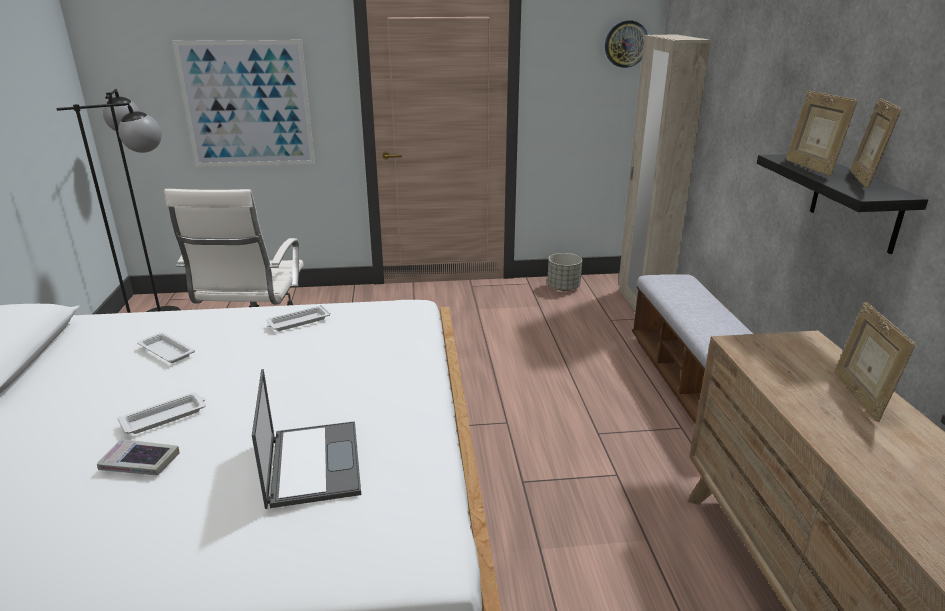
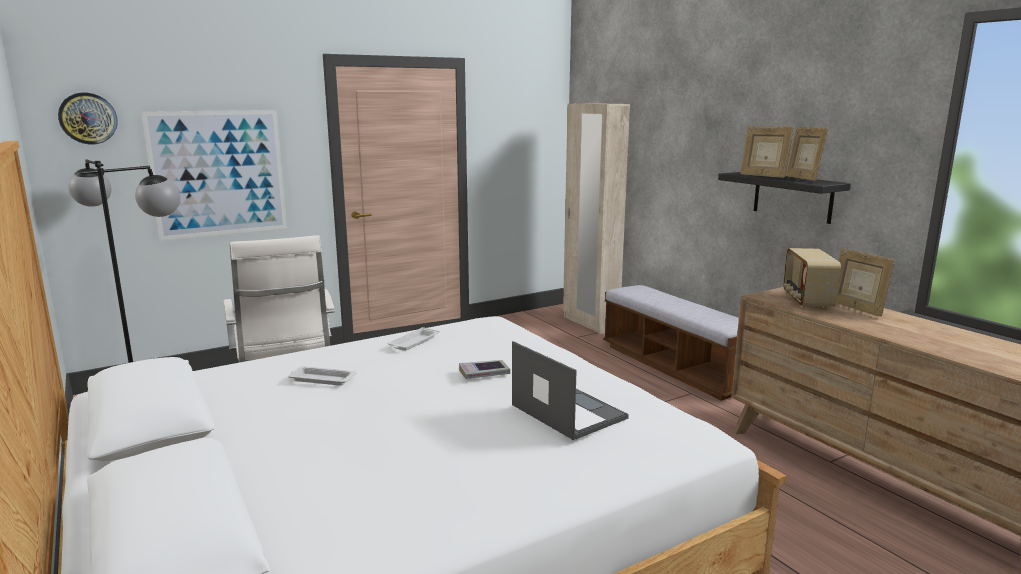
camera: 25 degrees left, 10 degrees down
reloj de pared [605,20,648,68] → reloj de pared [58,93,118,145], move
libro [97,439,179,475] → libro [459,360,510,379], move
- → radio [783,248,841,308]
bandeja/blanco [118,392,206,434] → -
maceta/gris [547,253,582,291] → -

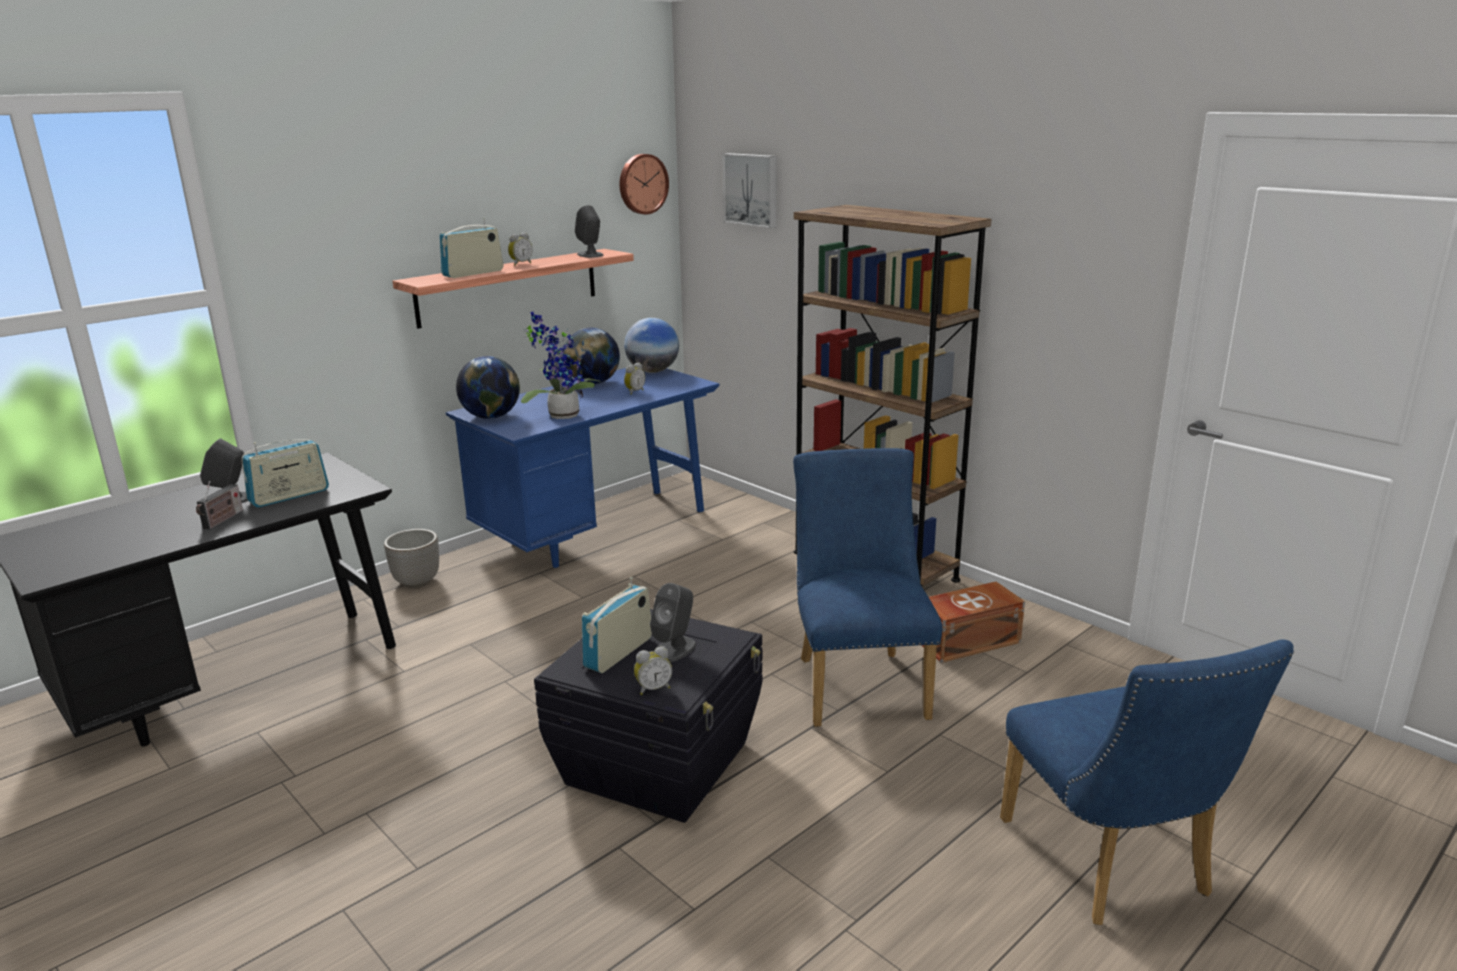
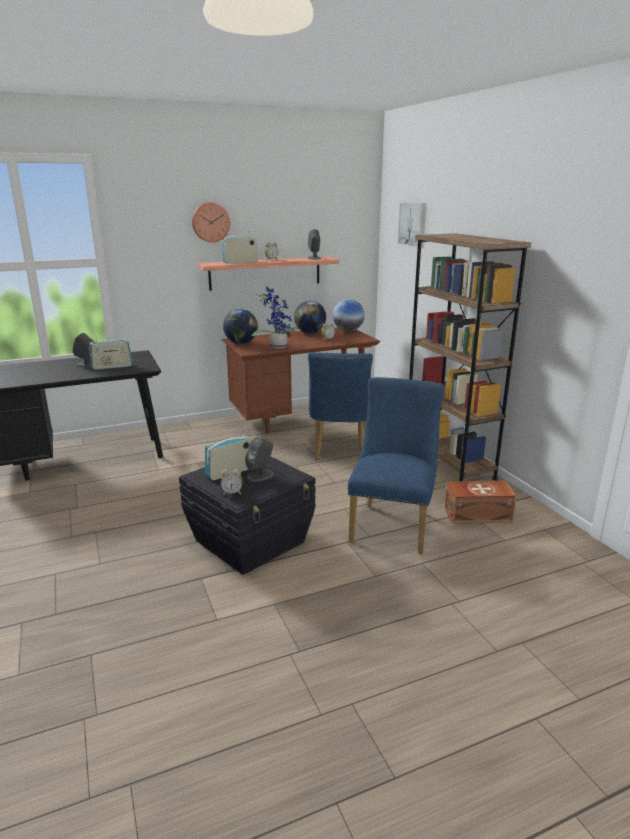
camera: 20 degrees right, 0 degrees up
reloj de pared [620,154,669,214] → reloj de pared [192,203,230,242], move
escritorio/azul [446,368,720,568] → escritorio/marrón [222,327,380,433]
silla/azul [1000,639,1294,925] → silla/azul [308,352,373,459], move
radio [196,481,243,529] → -
maceta [384,529,439,588] → -

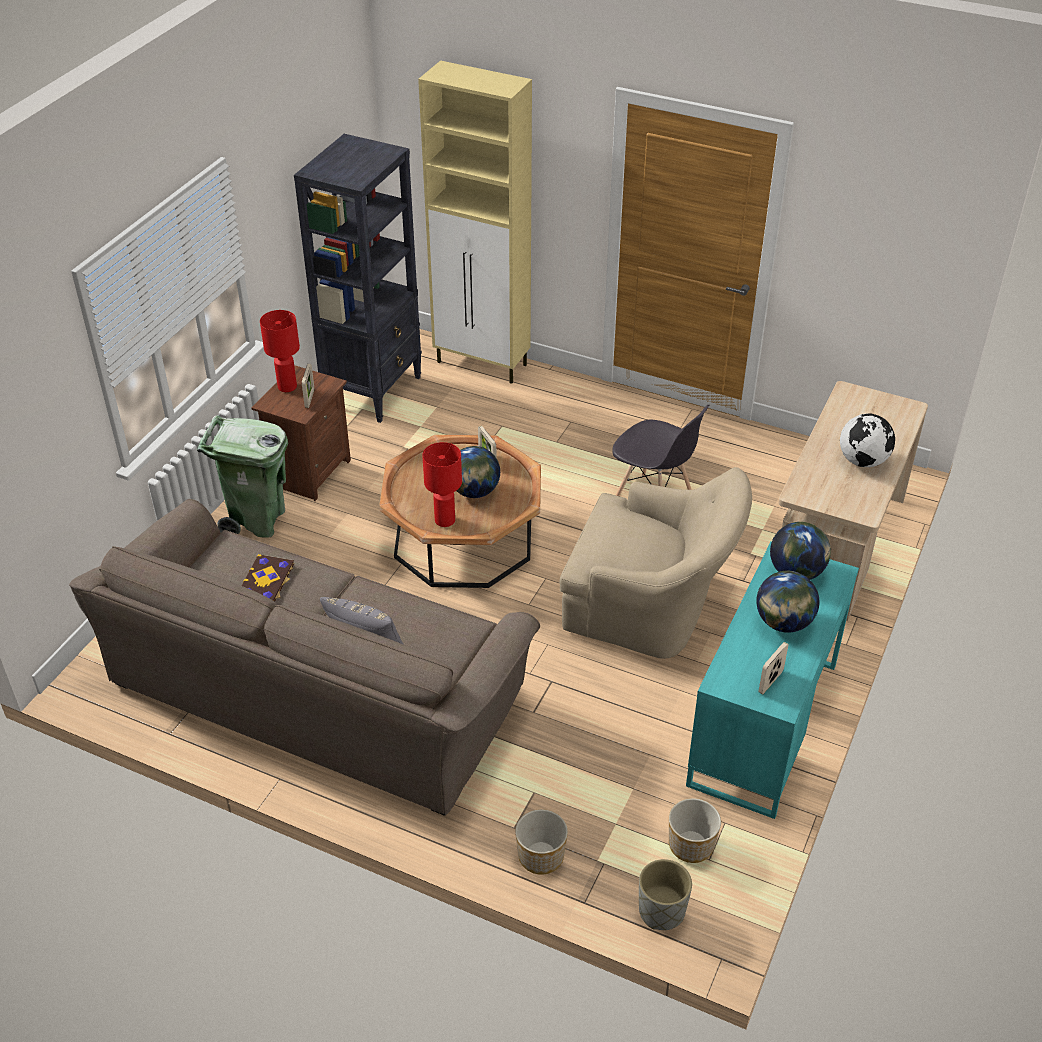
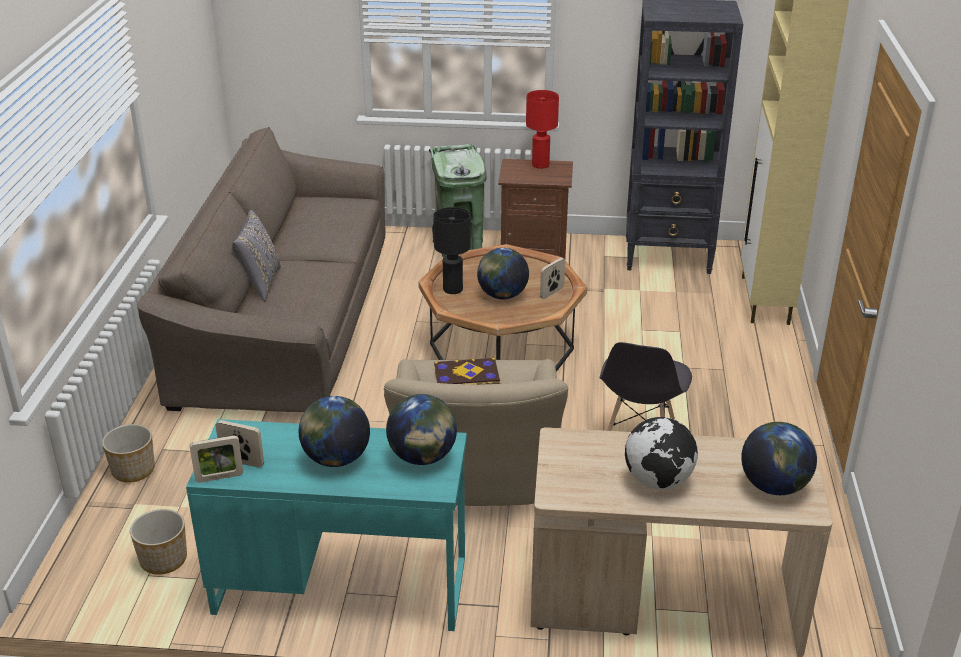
camera: 70 degrees right, 10 degrees down
portarretratos [302,364,314,408] → portarretratos [190,435,243,483], move
lámpara de mesa/rojo [422,442,462,527] → lámpara de mesa/negro [433,207,471,294]
libro [242,554,294,602] → libro [434,358,500,385], move
- → globo terráqueo [741,422,817,495]
maceta/gris [639,859,692,930] → -

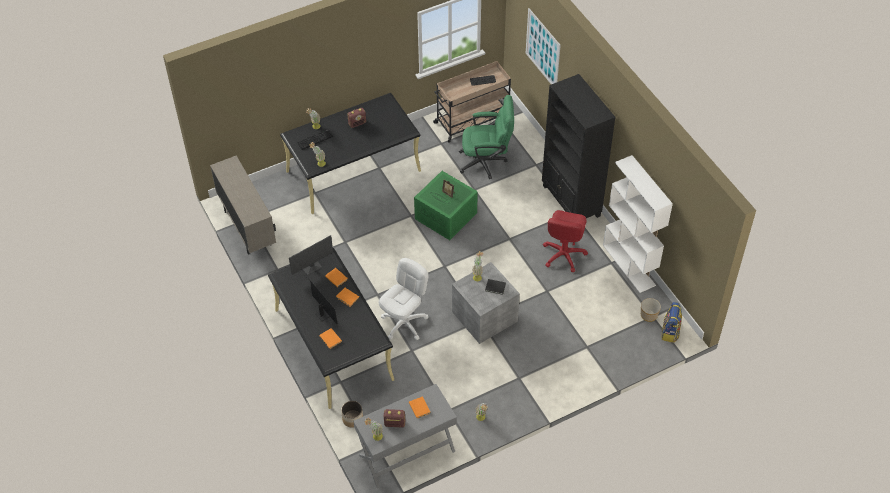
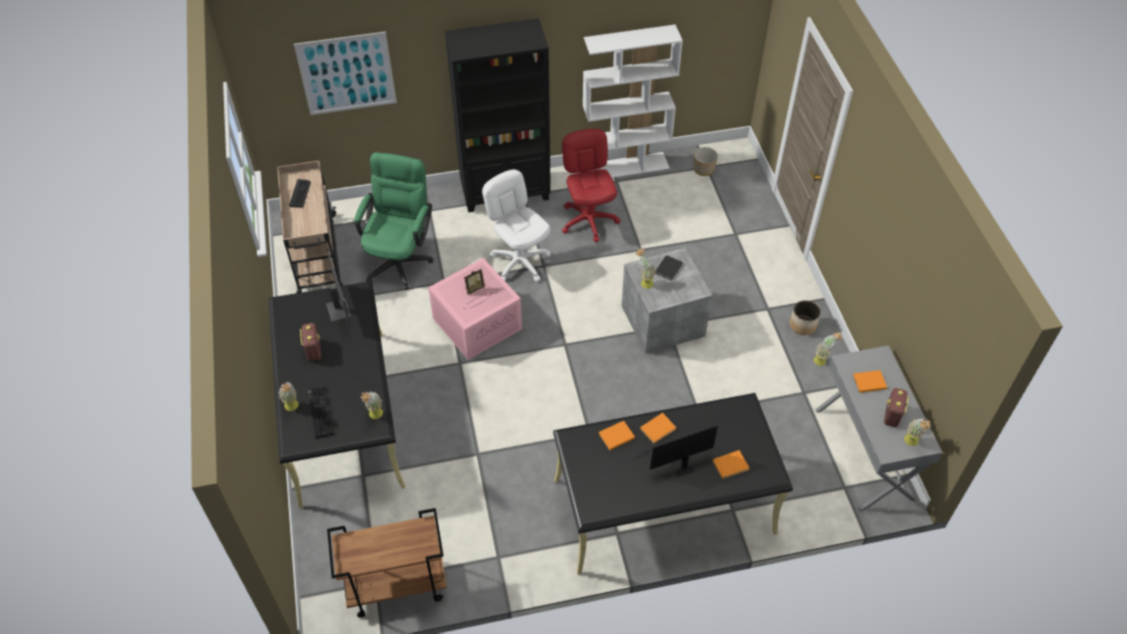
camera: 75 degrees left, 0 degrees up
monitor [289,235,333,275] → monitor [326,249,351,326], move
armario/beis [210,155,276,255] → carrito/marrón [327,508,447,617]
caja de almacenaje/verde [414,171,478,240] → caja de almacenaje/rosa [428,258,522,360]
silla de oficina/blanco [379,258,429,340] → silla de oficina/blanco [482,170,551,282], move
silla de oficina/rojo [543,210,588,272] → silla de oficina/rojo [562,129,620,242], 135 degrees counterclockwise
maceta [341,401,363,428] → maceta [790,300,821,335], move
mochila [662,302,682,342] → -

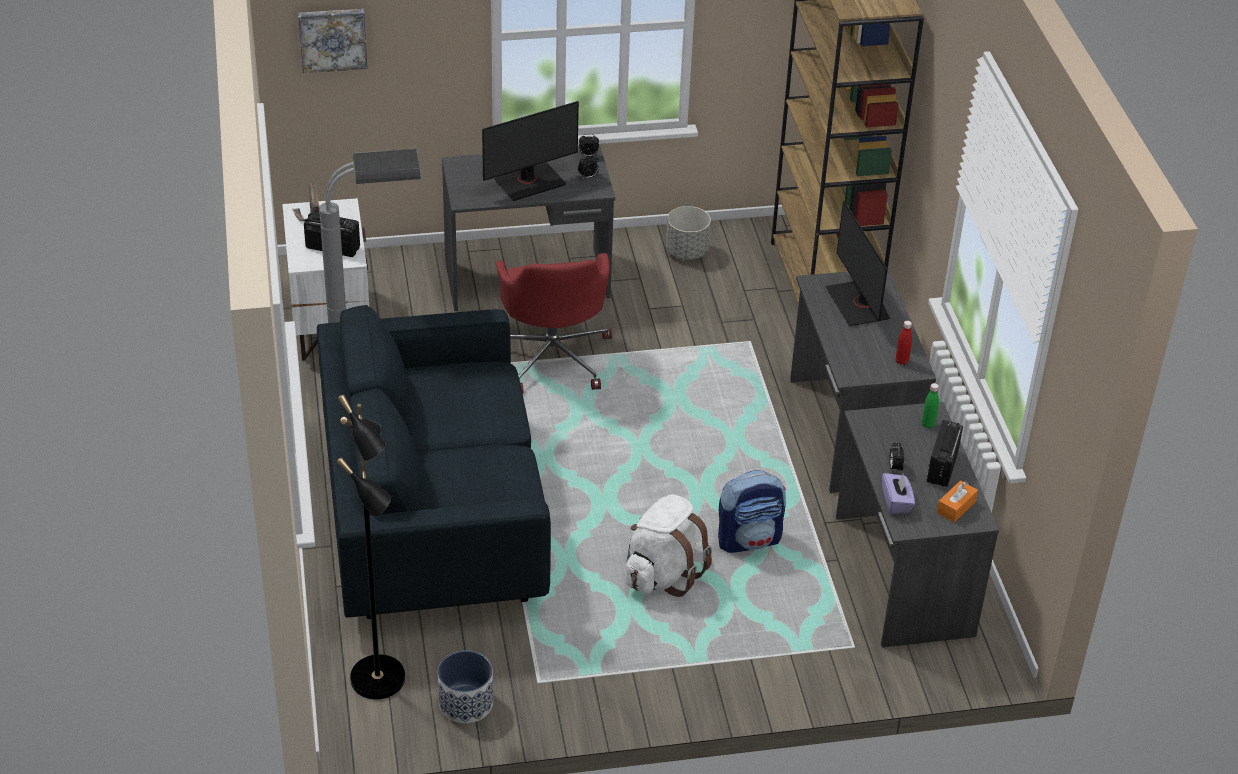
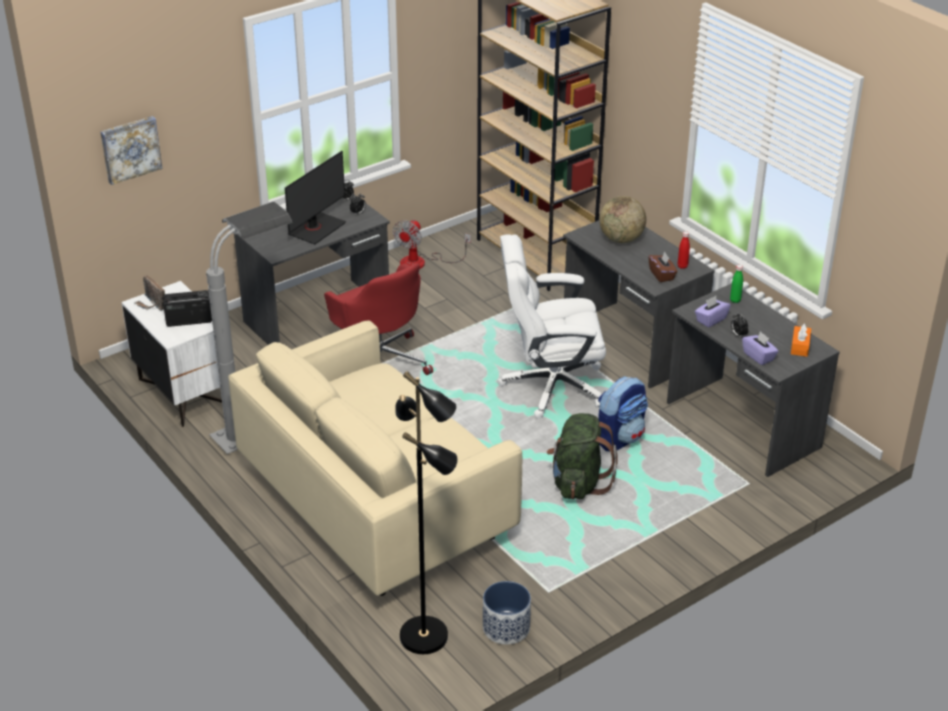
camera: 25 degrees left, 5 degrees down
sofá/azul [317,305,551,619] → sofá/beis [228,320,522,596]
maceta/gris [666,206,711,260] → ventilador [393,219,471,269]
- → silla de oficina/blanco [498,234,606,419]
mochila/blanco [625,494,712,597] → mochila/verde [547,413,618,499]
monitor [825,201,890,326] → globo terráqueo [599,196,646,243]
- → caja de pañuelos/marrón [648,252,677,282]
- → caja de pañuelos/morado [695,296,730,327]
radio [927,420,963,487] → -

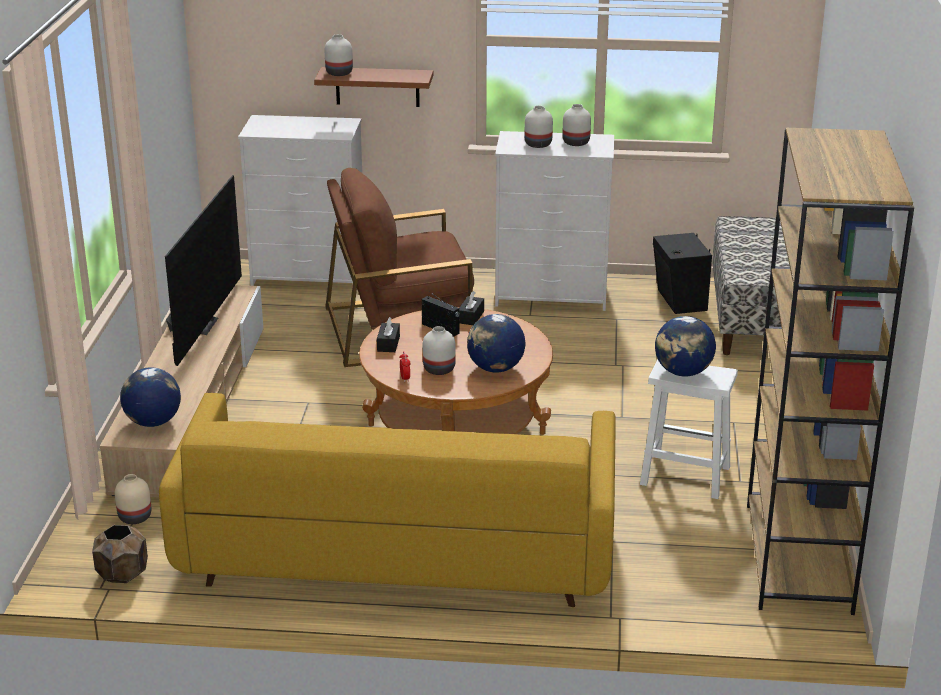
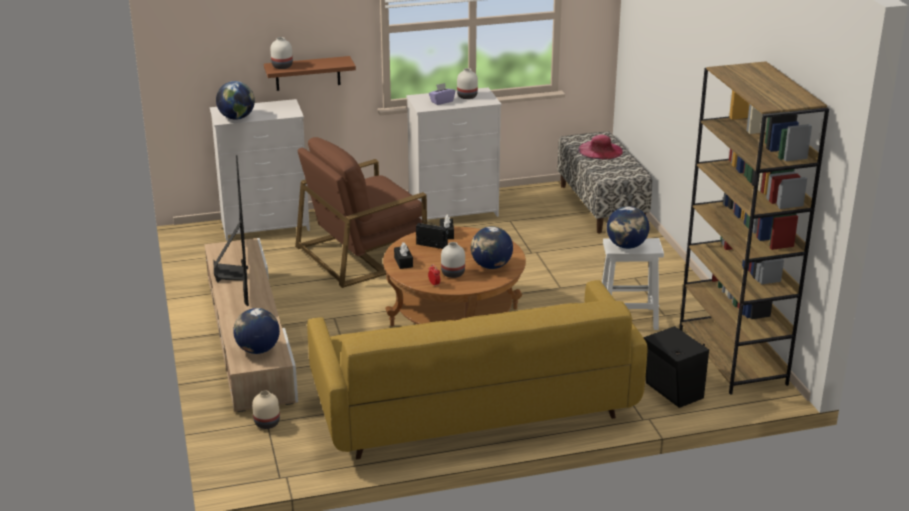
camera: 20 degrees left, 0 degrees up
- → globo terráqueo [216,81,255,120]
florero/blanco [525,106,553,148] → caja de pañuelos/morado [429,83,455,105]
- → sombrero/rosa [578,135,623,160]
altavoz/negro [653,233,712,314] → altavoz/negro [644,326,709,408], move
maceta/marrón [92,525,148,583] → -

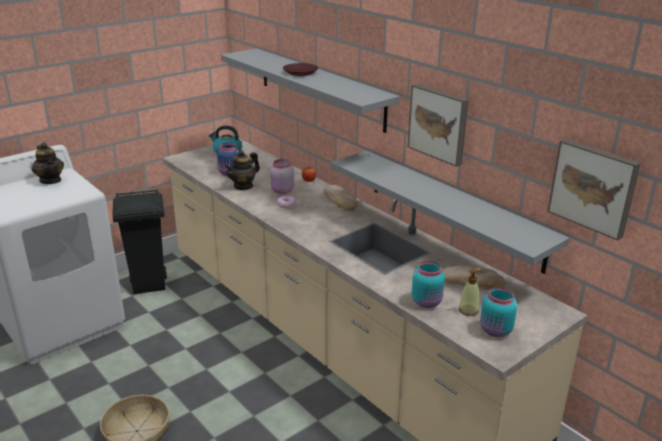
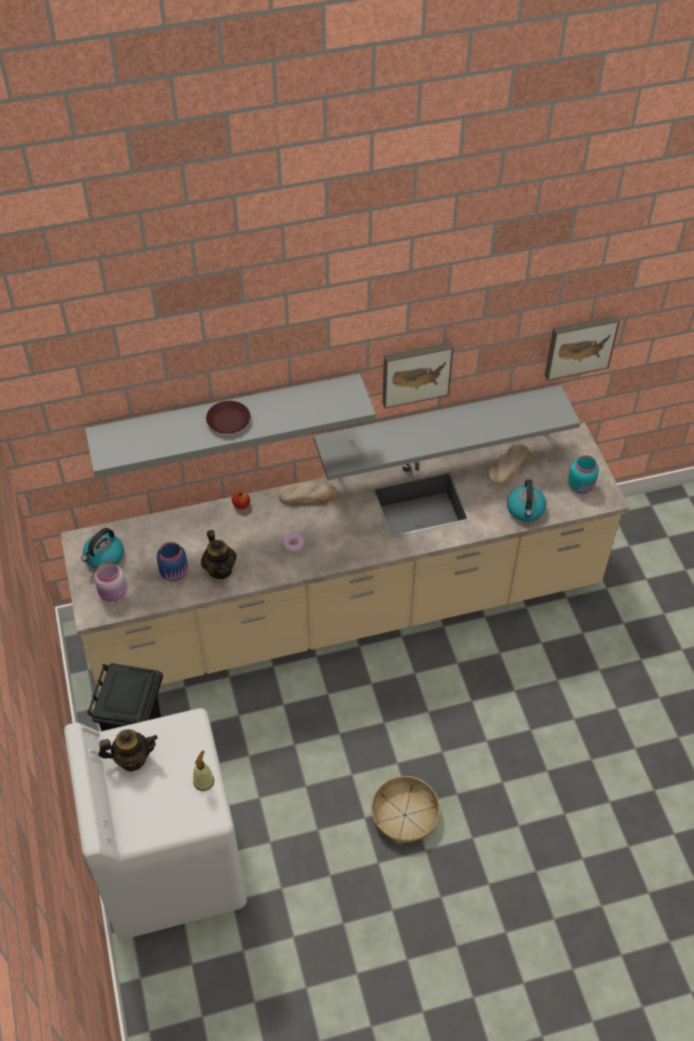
camera: 65 degrees left, 25 degrees up
tarro/rosa [270,159,294,194] → tarro/rosa [94,562,127,602], move
dispensador de jabón [459,269,484,316] → dispensador de jabón [193,750,214,791], move
tarro/turquesa [412,261,445,308] → hervidor [507,479,547,522]

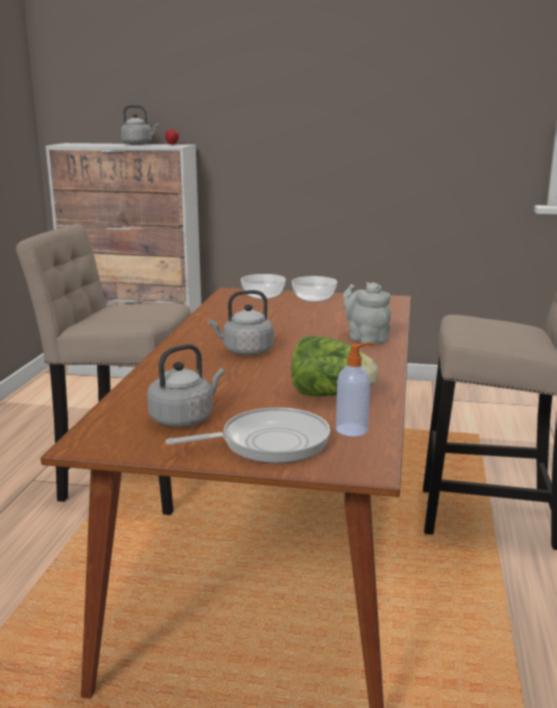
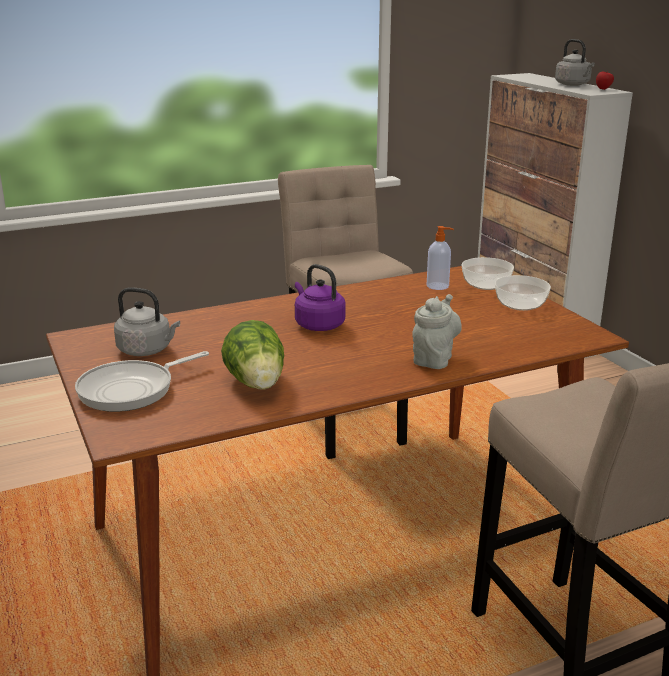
camera: 55 degrees right, 5 degrees up
sartén [165,407,330,463] → sartén [75,351,209,412], 105 degrees clockwise
hervidor/gris [208,290,274,355] → hervidor/morado [295,264,345,331]
dispensador de jabón [336,343,373,436] → dispensador de jabón [427,226,454,290], move

